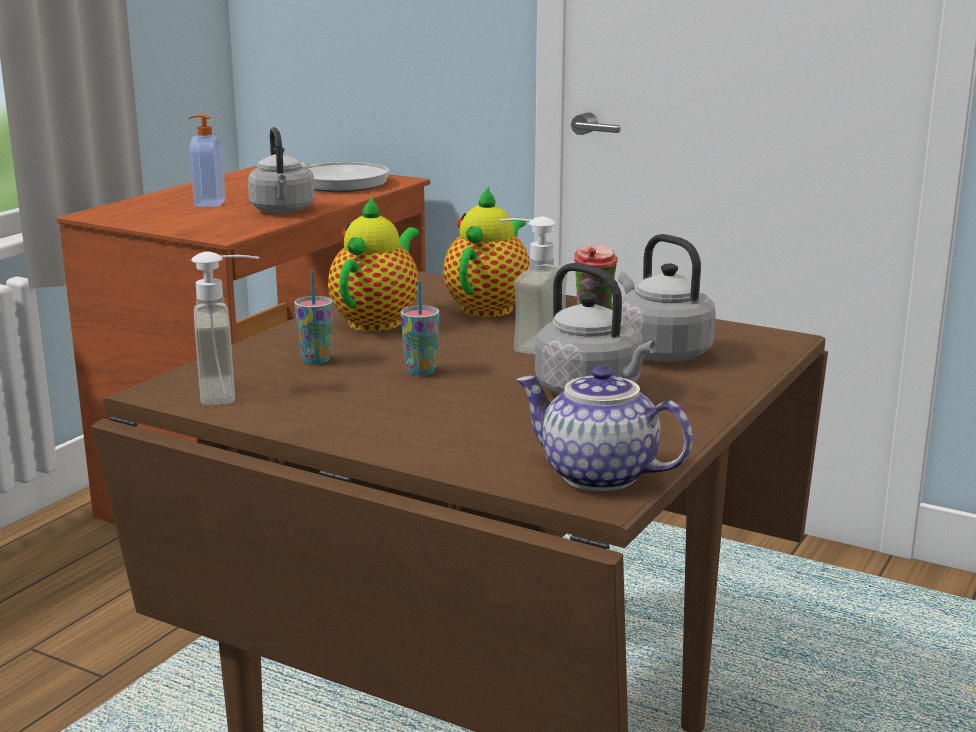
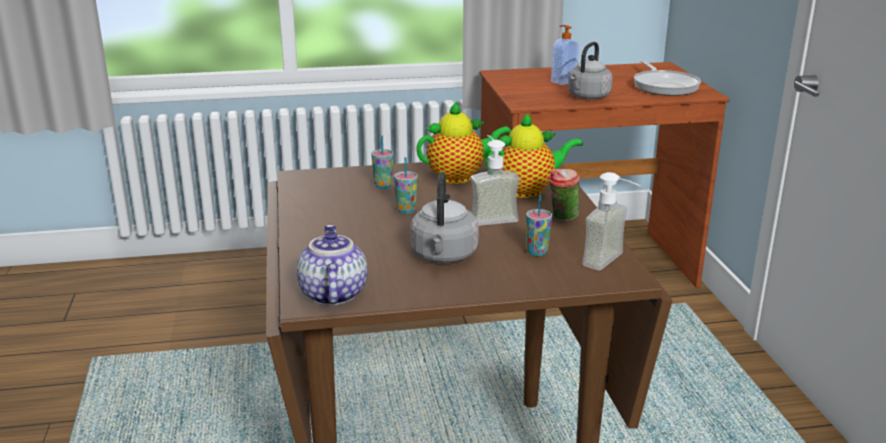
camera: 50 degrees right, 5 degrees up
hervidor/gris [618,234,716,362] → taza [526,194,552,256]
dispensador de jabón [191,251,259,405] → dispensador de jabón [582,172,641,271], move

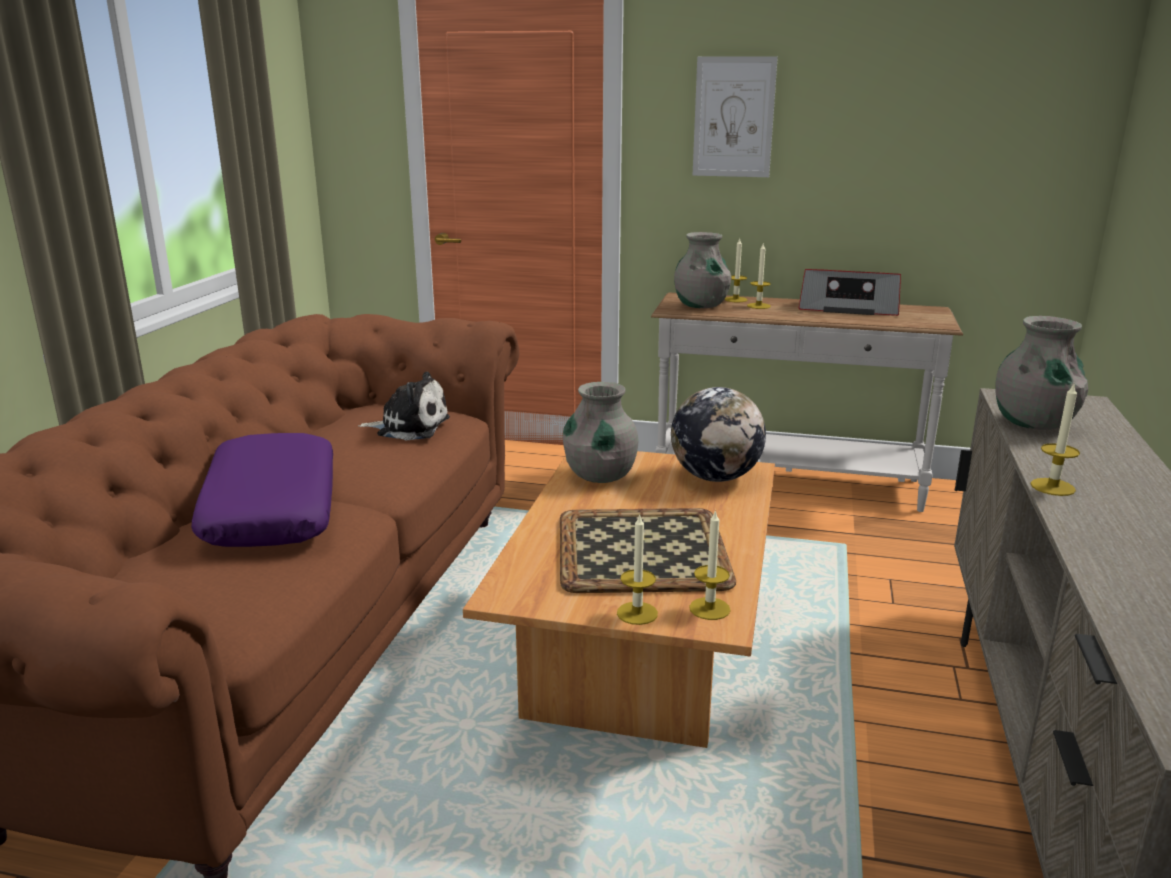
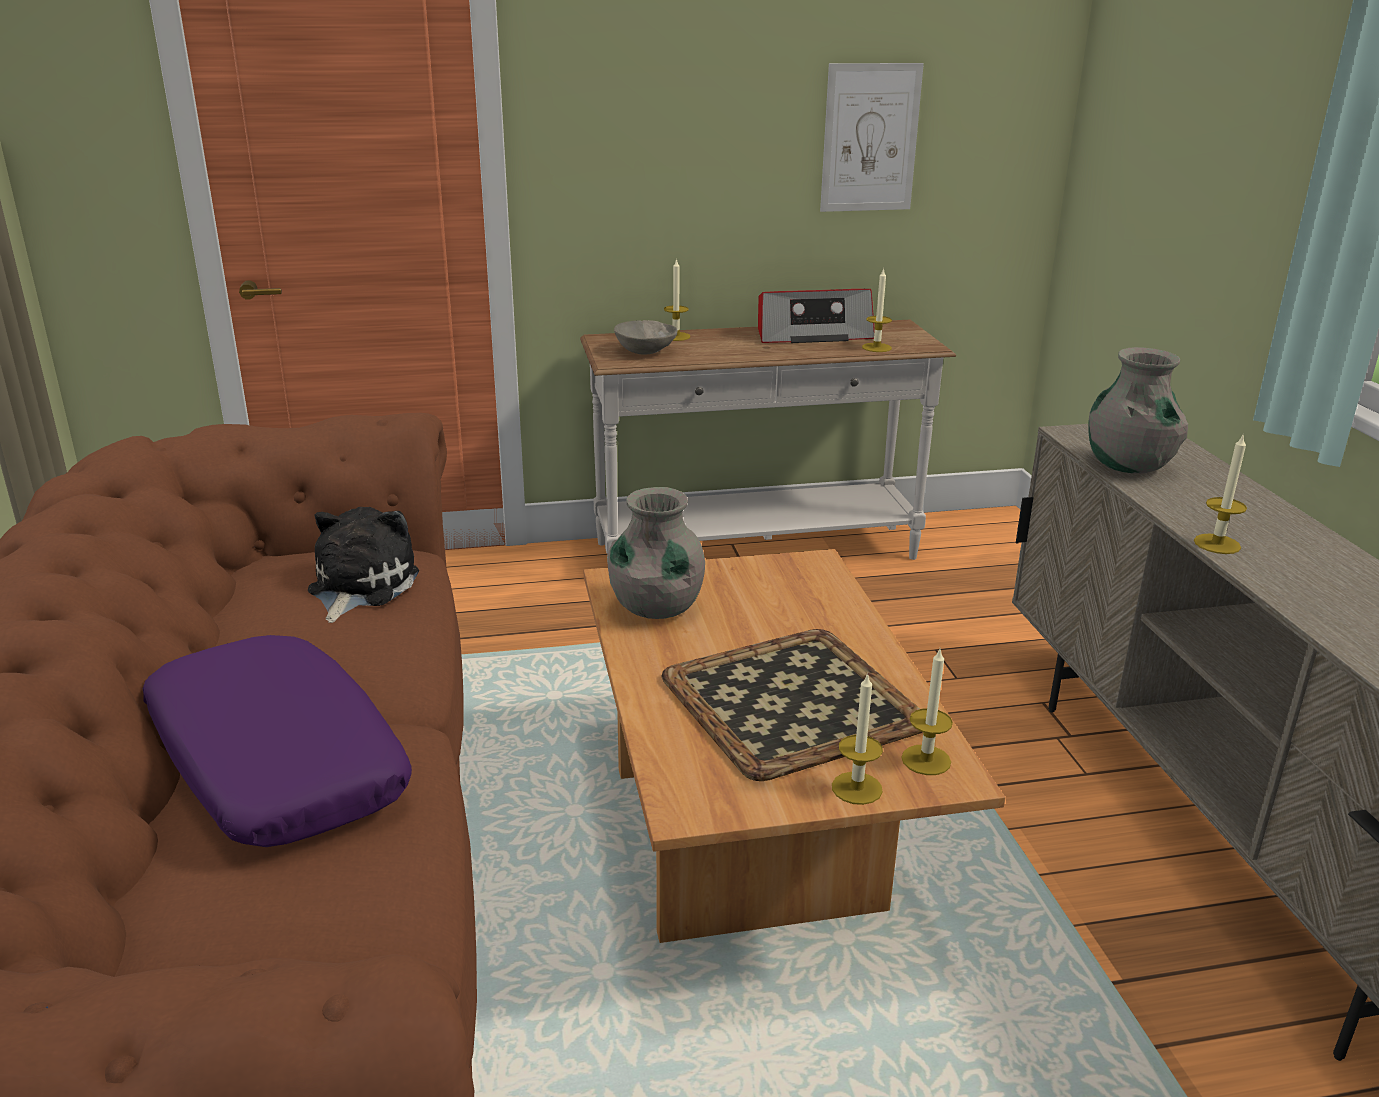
camera: 25 degrees left, 5 degrees up
peluche [358,372,450,441] → peluche [308,507,419,623], 60 degrees counterclockwise
florero/gris [674,232,732,308] → cuenco/gris [614,320,677,354]
cuadro [693,56,778,177] → cuadro [820,63,924,212], move
vela [747,242,771,309] → vela [862,268,892,352], move
globo terráqueo [671,387,766,482] → -

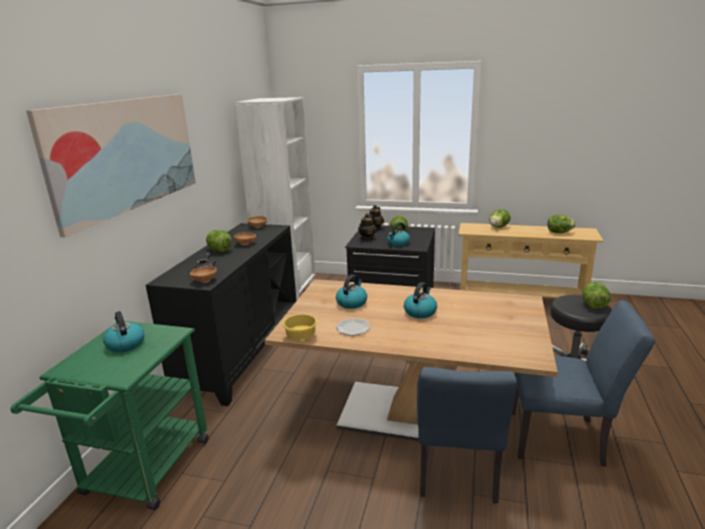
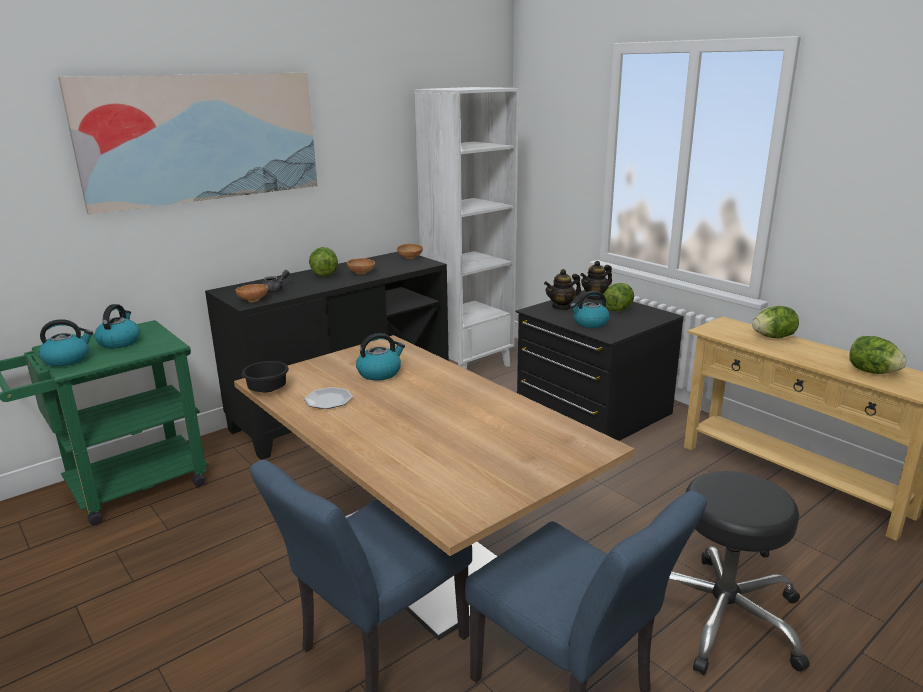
camera: 35 degrees right, 0 degrees up
hervidor [404,282,437,318] → hervidor [39,319,93,366], move
cuenco/amarillo [282,314,317,340] → cuenco/negro [242,361,289,393]
lechuga [583,282,611,309] → -

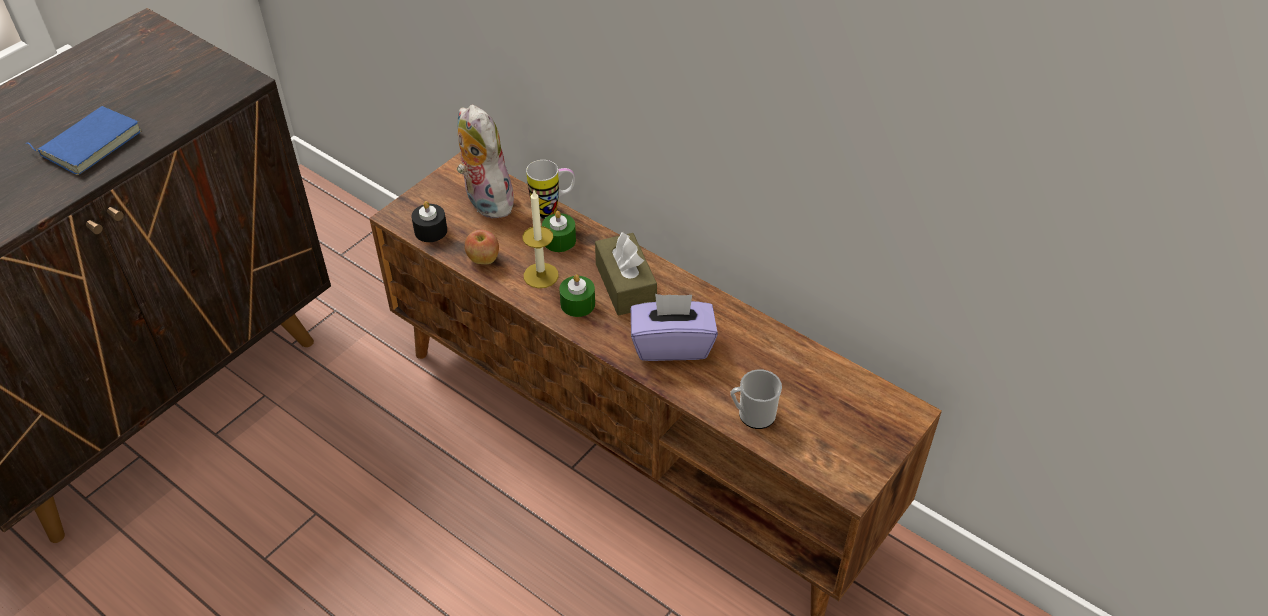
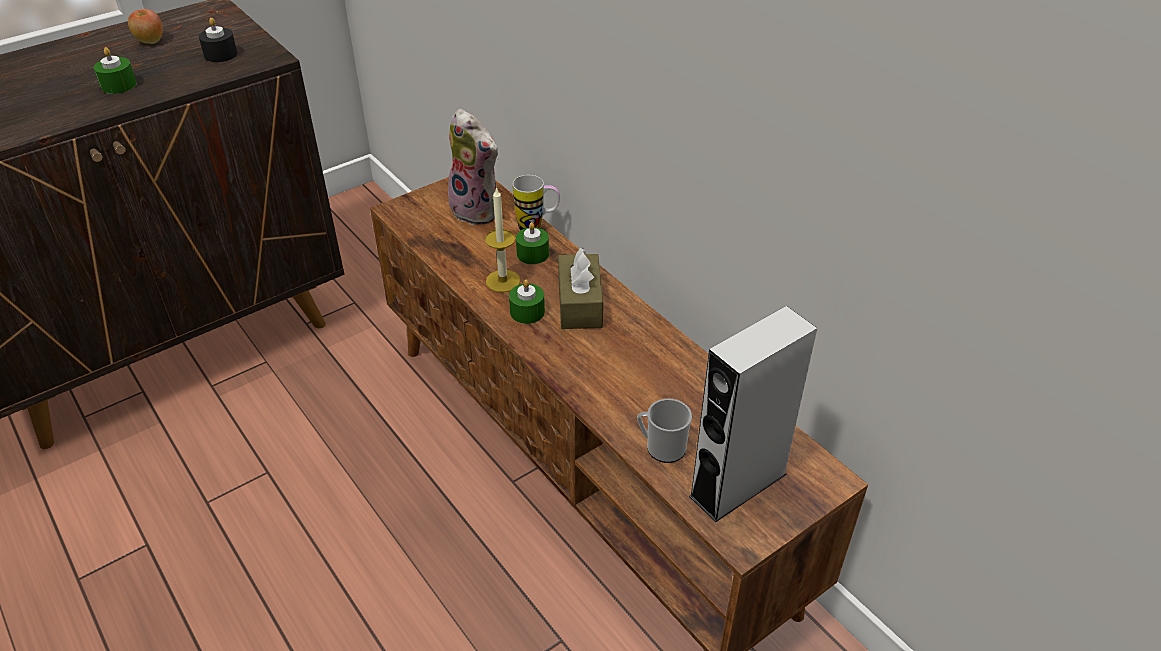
camera: 15 degrees right, 5 degrees down
libro/azul [27,106,141,175] → vela/verde [93,47,137,94]
manzana [465,229,499,264] → manzana [128,9,163,44], move
vela/negro [412,201,447,242] → vela/negro [199,18,237,62], move
peluche [457,104,514,219] → peluche [448,109,499,226], 150 degrees clockwise
- → altavoz/gris [689,306,817,522]
caja de pañuelos/morado [631,294,718,361] → -

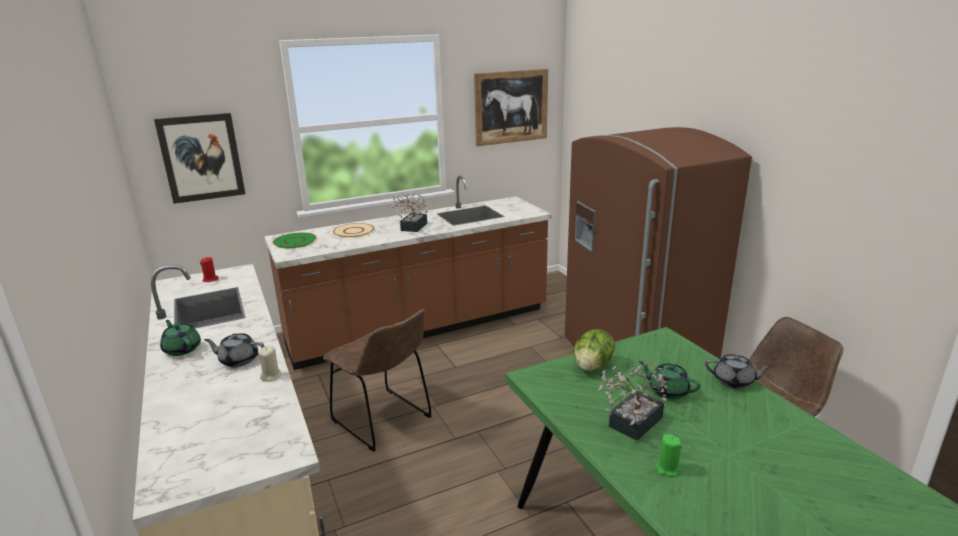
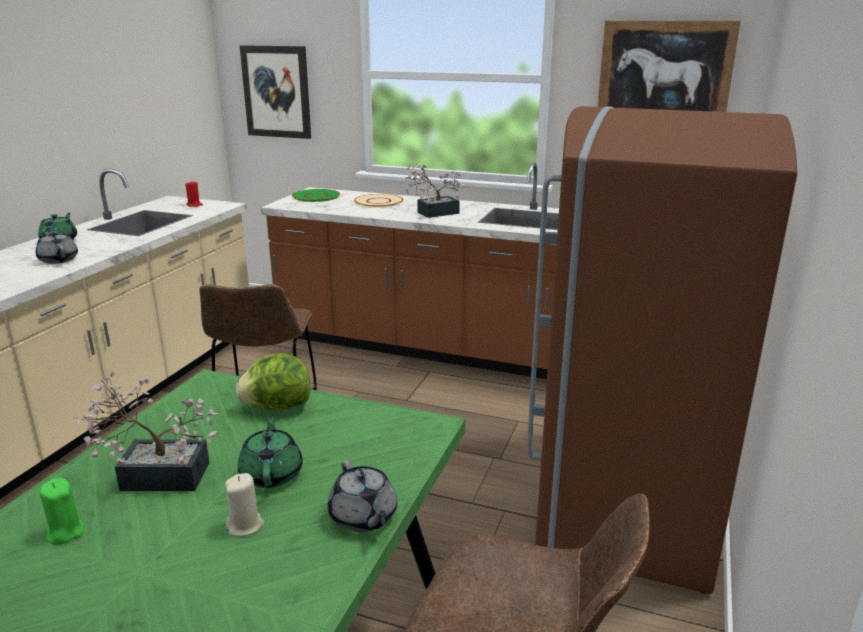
camera: 45 degrees right, 0 degrees up
vela/beis [258,346,281,381] → vela/beis [225,473,264,536], move

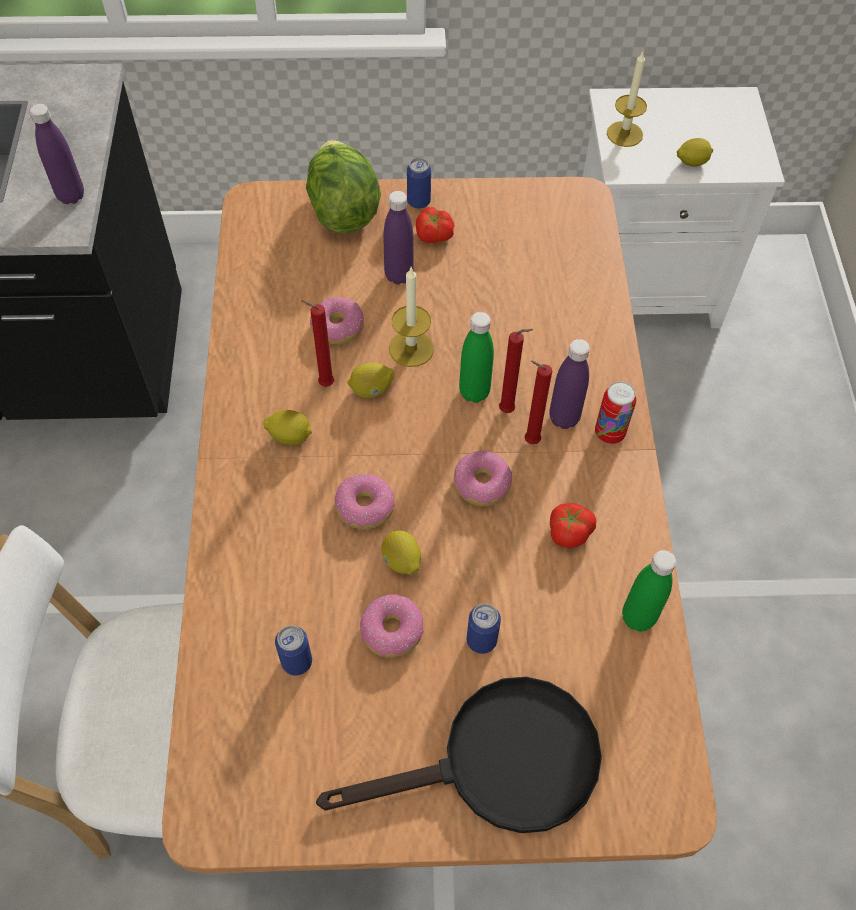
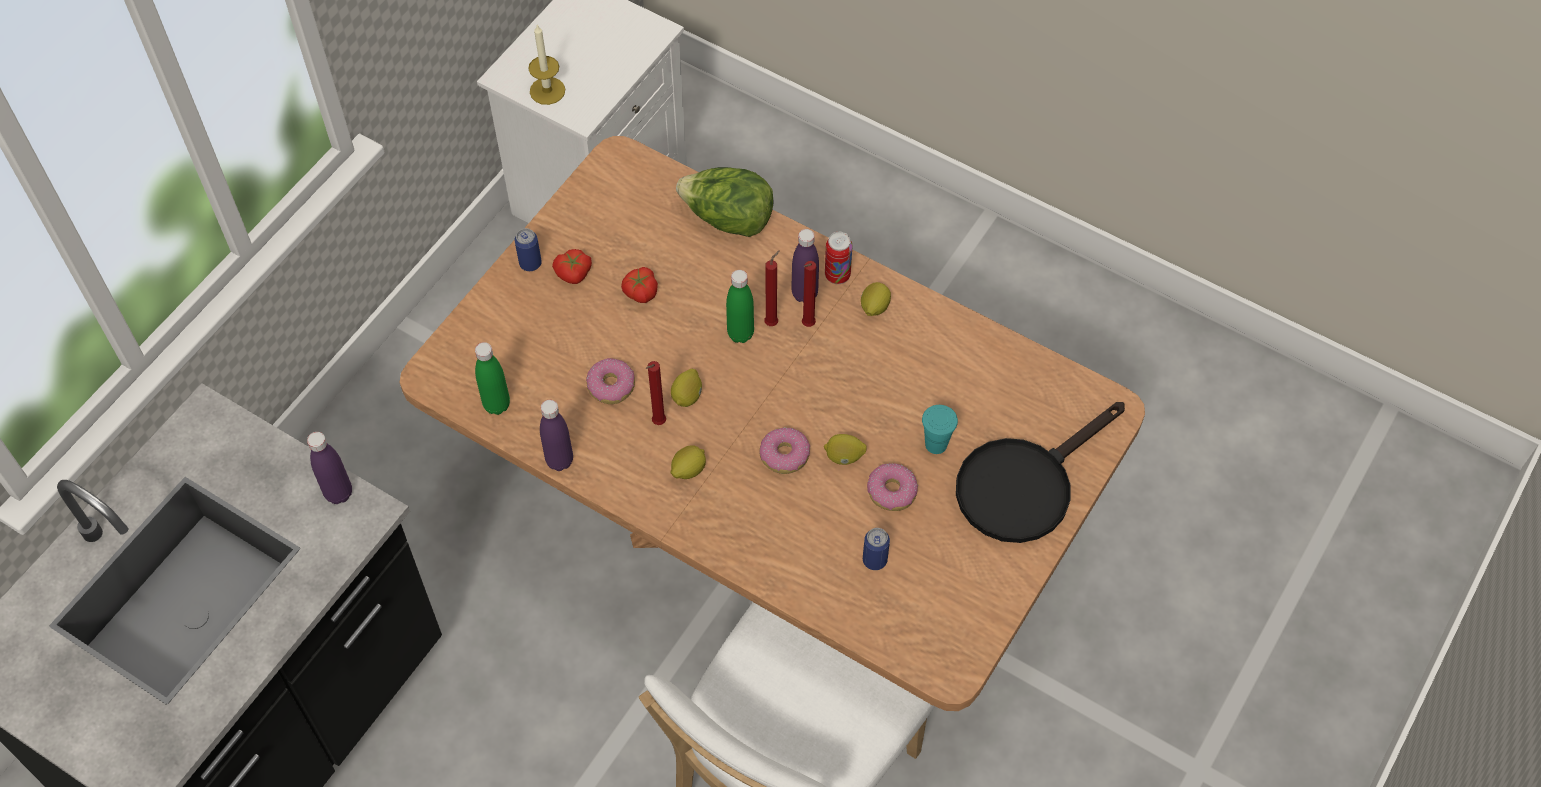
camera: 55 degrees left, 0 degrees up
botella/verde [622,550,676,632] → botella/verde [475,342,510,415], move
botella/morado [383,191,414,285] → botella/morado [540,400,573,471], move
tomate [550,503,596,548] → tomate [621,267,658,303], move
lechuga [306,140,381,233] → lechuga [676,167,774,237], move
limón [677,138,713,167] → limón [861,282,891,316], move
lata [467,604,501,654] → taza/turquesa [922,405,958,454]
sartén/negro [316,677,602,833] → sartén/negro [956,402,1125,543], 150 degrees counterclockwise
vela [389,268,434,367] → -
rosquilla [454,450,512,507] → -

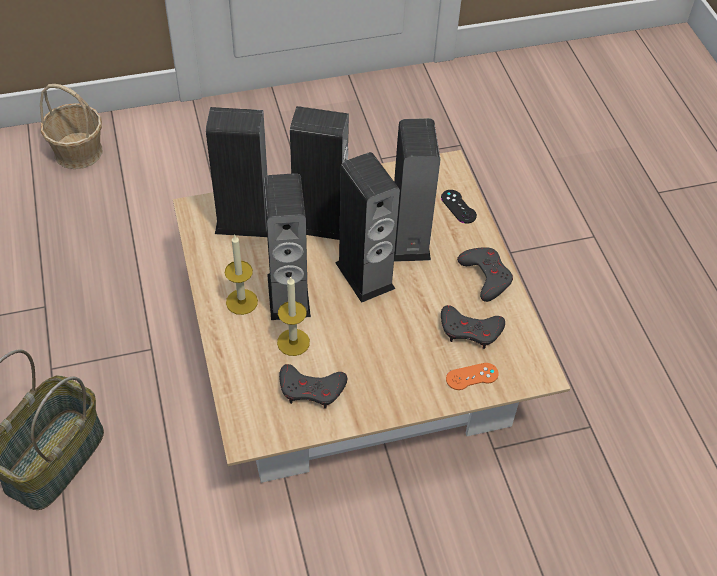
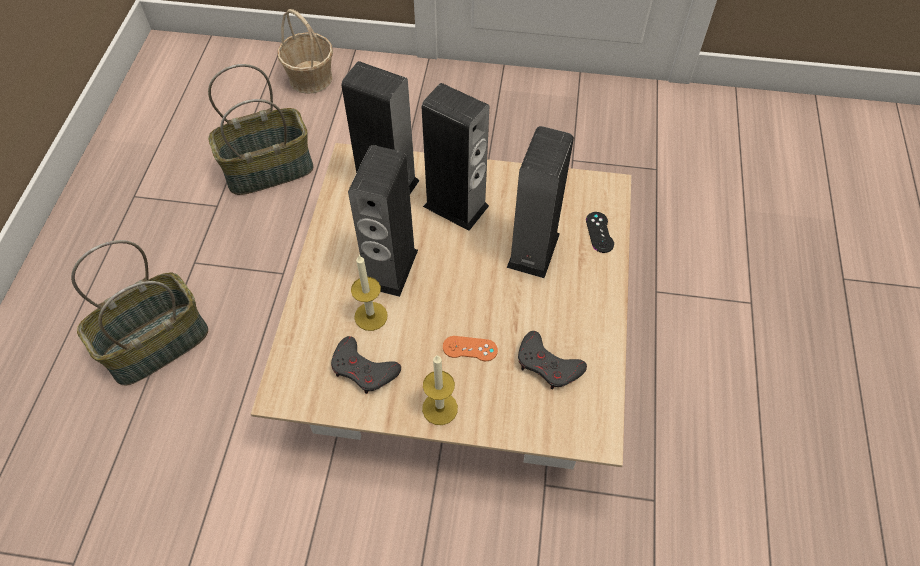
camera: 25 degrees right, 5 degrees up
- → cesta [208,64,314,195]
vela [225,235,258,315] → vela [422,355,458,425], move
mando de consola/naranja [446,363,499,390] → mando de consola/naranja [443,336,498,361], move
altavoz [335,152,400,303] → -
mando de consola/gris [457,247,513,302] → -

